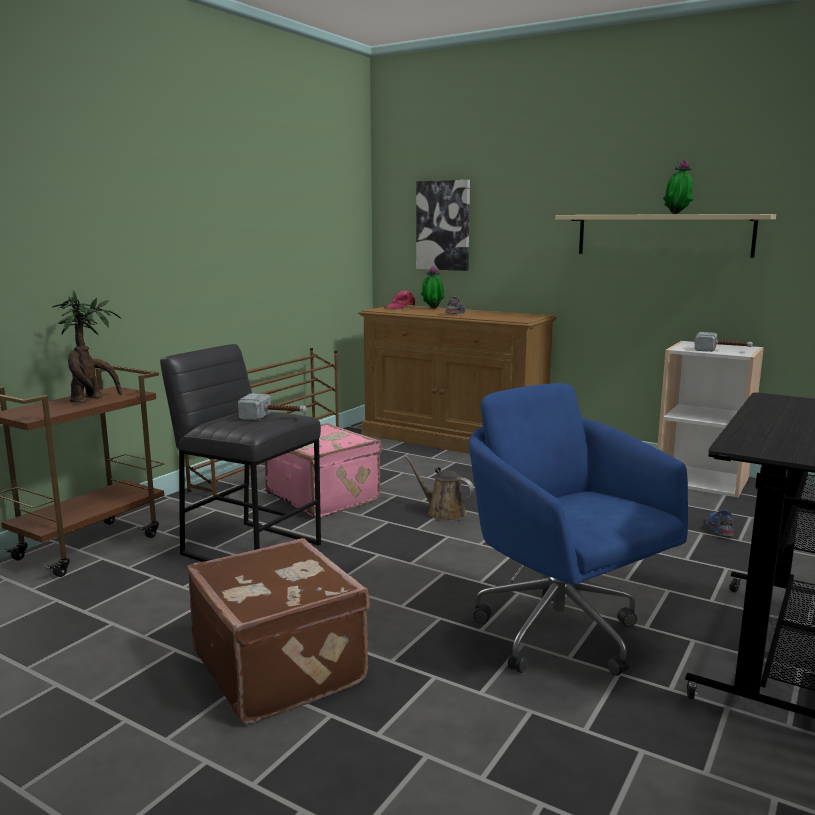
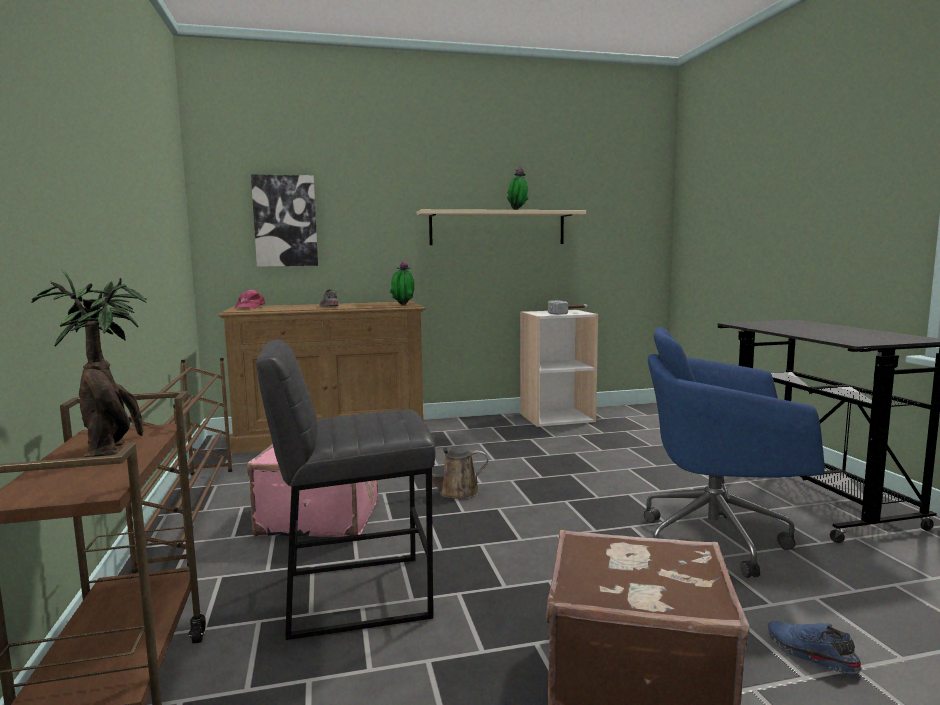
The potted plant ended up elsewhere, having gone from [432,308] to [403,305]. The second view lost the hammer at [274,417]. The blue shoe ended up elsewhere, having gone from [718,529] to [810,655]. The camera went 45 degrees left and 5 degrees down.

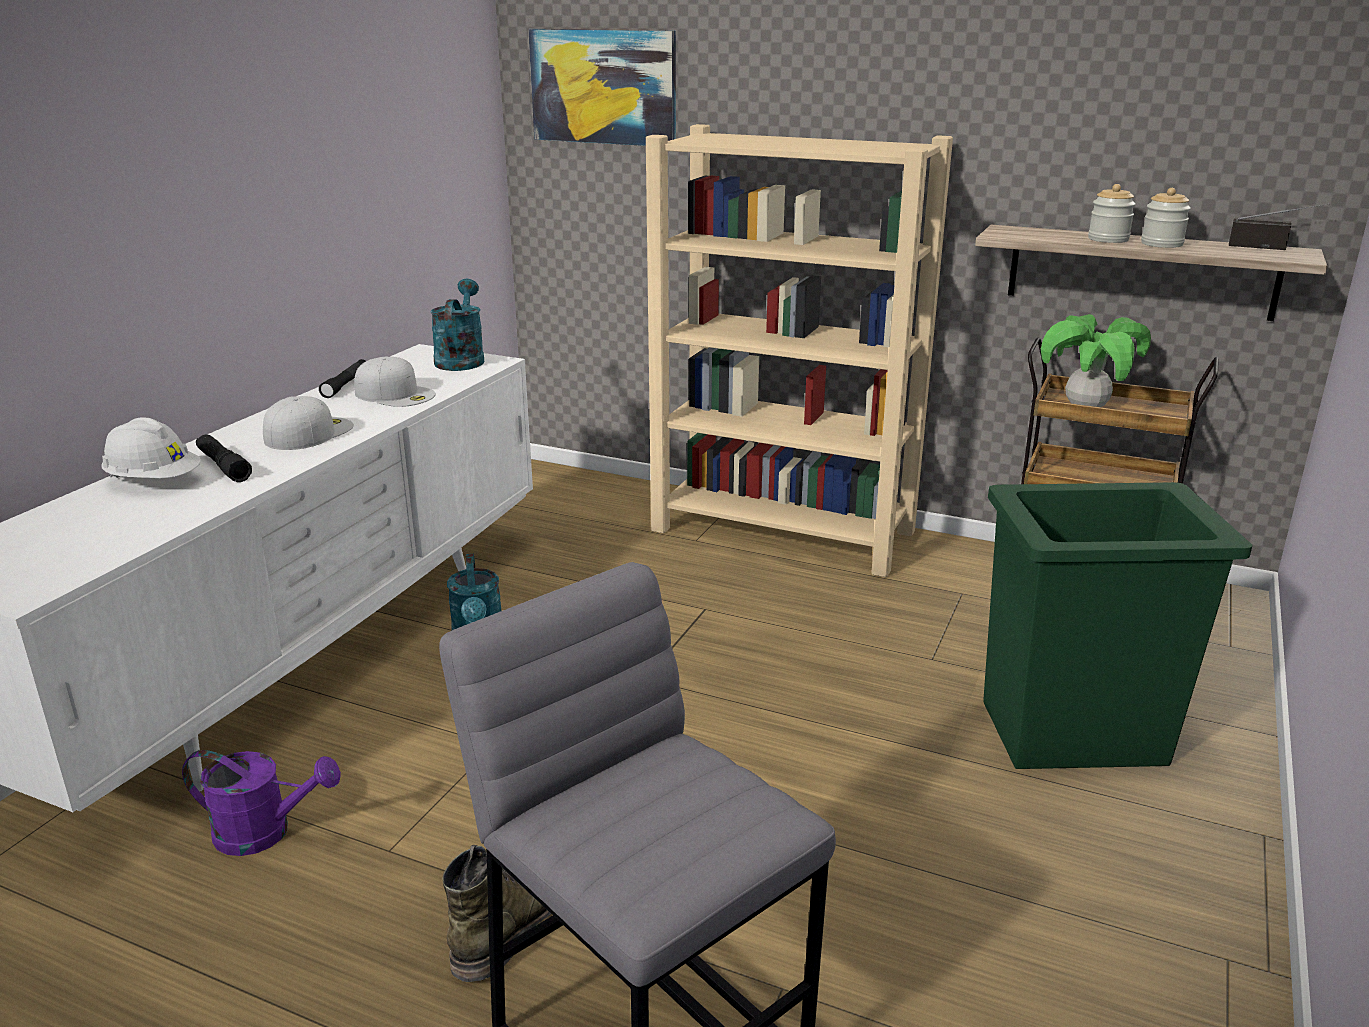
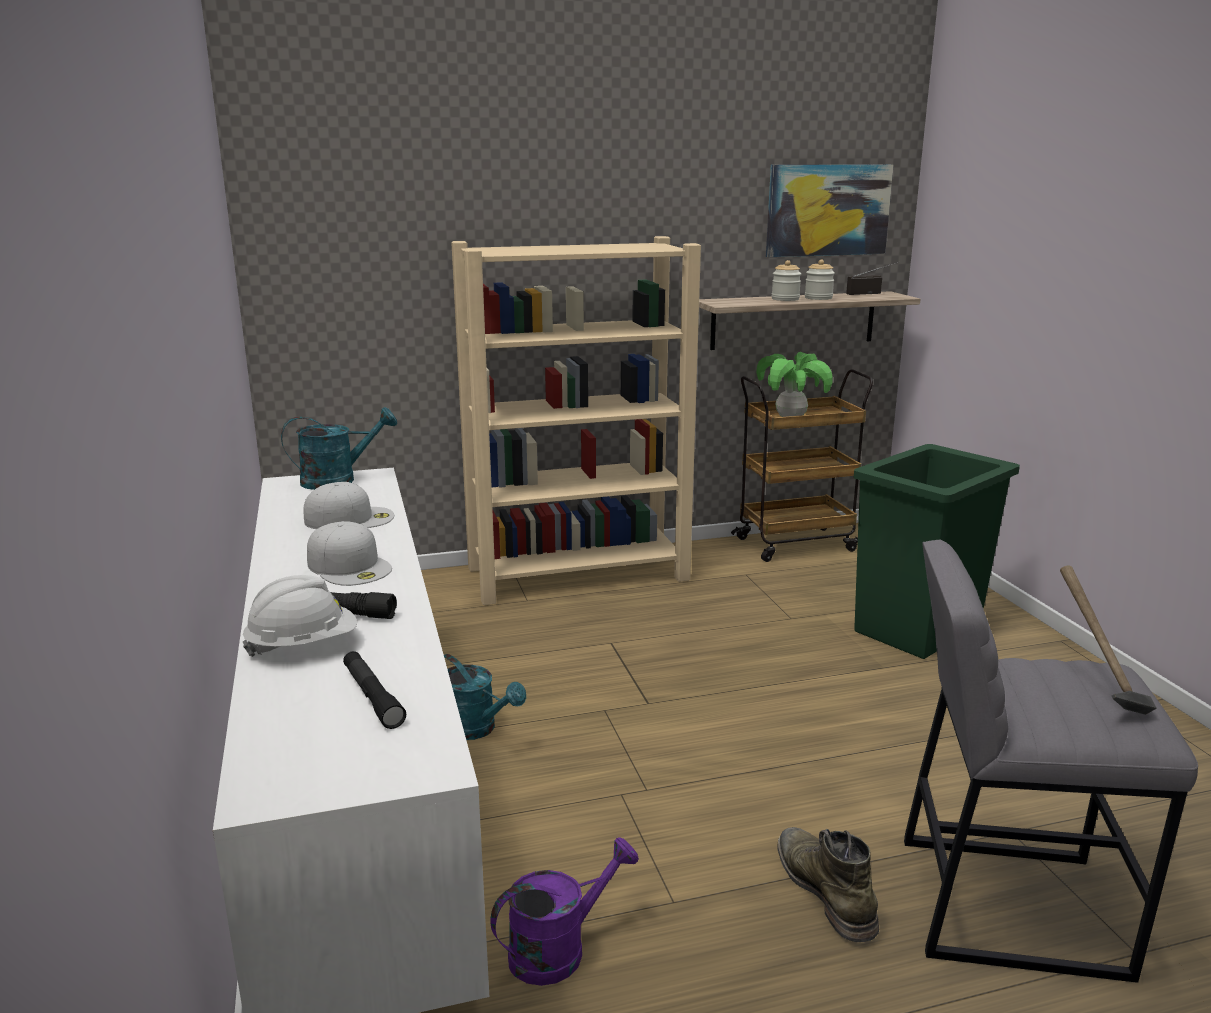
The picture ended up elsewhere, having gone from [603,87] to [827,210]. The turquoise watering can at [461,359] ended up facing another way, 105 degrees clockwise from before. The black flashlight ended up elsewhere, having gone from [346,384] to [372,697]. The white cap at [308,433] ended up facing another way, 150 degrees clockwise from before. The second view gained the hammer at [1093,686]. The camera went 40 degrees left and 5 degrees down.

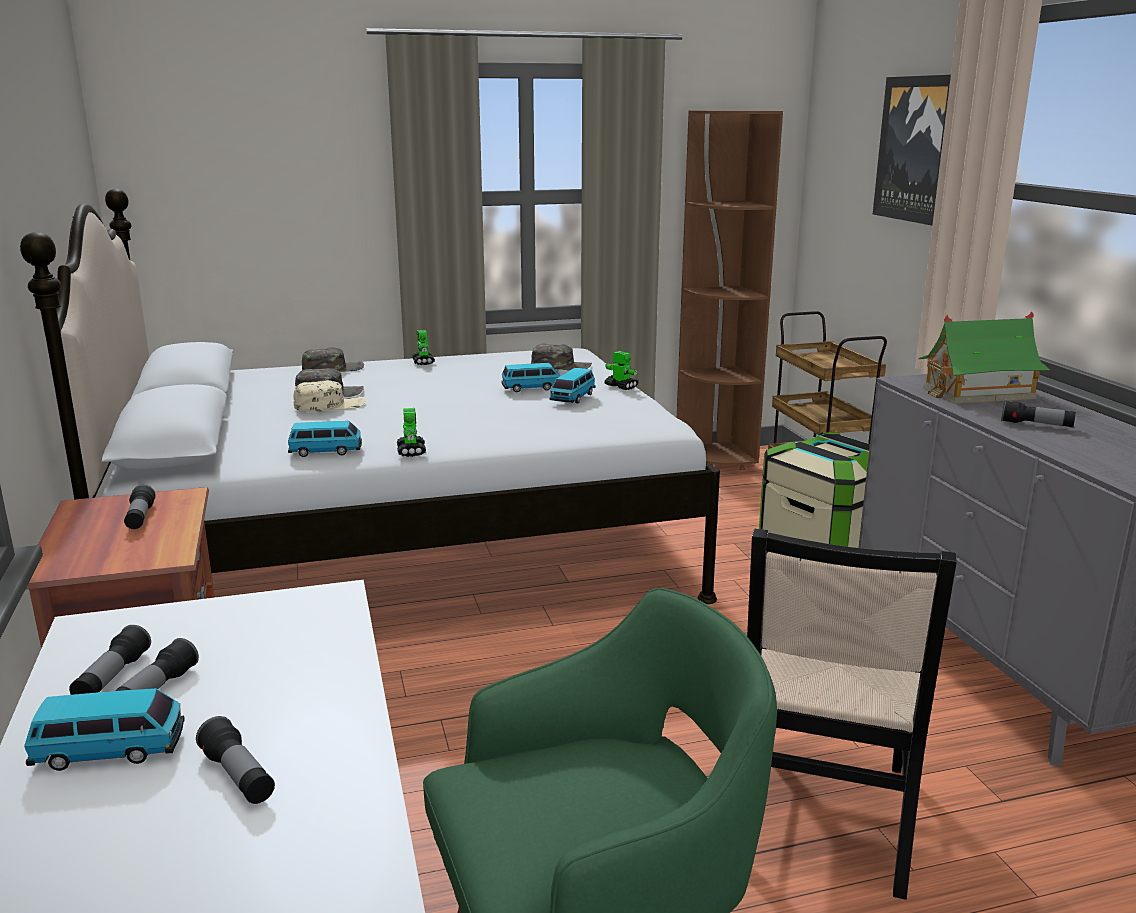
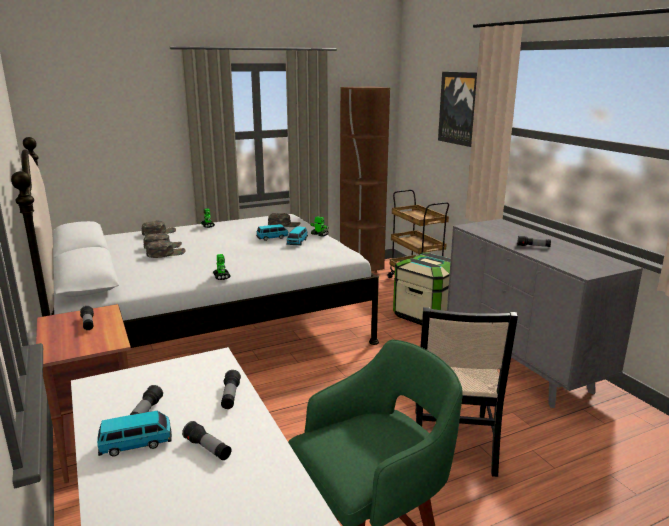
The second view lost the toy house at [977,393]. What was the beige cap at [329,405] turned into the green cap at [166,253]. The second view lost the toy car at [326,451]. The flashlight ended up elsewhere, having gone from [112,678] to [230,396]. The camera went 10 degrees left and 0 degrees up.

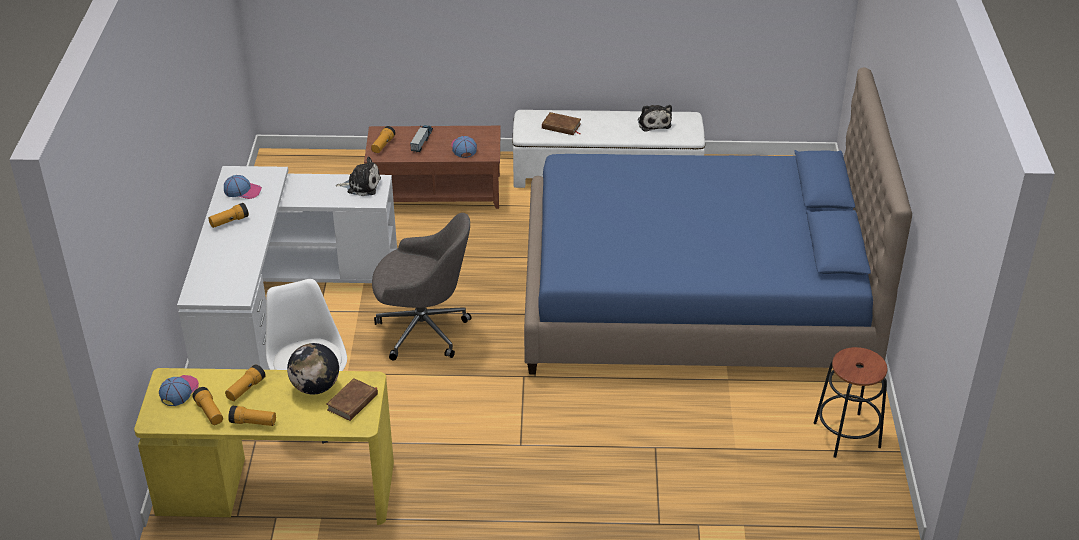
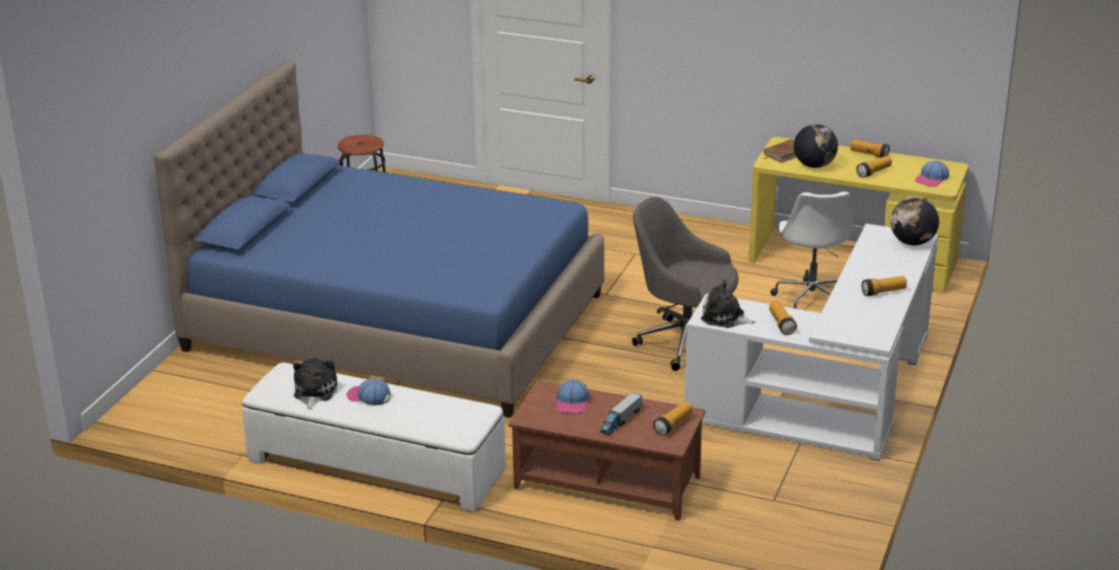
The second view lost the brown book at [561,126]. The cap ended up elsewhere, having gone from [243,191] to [368,396]. The flashlight ended up elsewhere, having gone from [209,412] to [781,324]. The second view gained the globe at [912,242]. The camera went 160 degrees left and 10 degrees down.

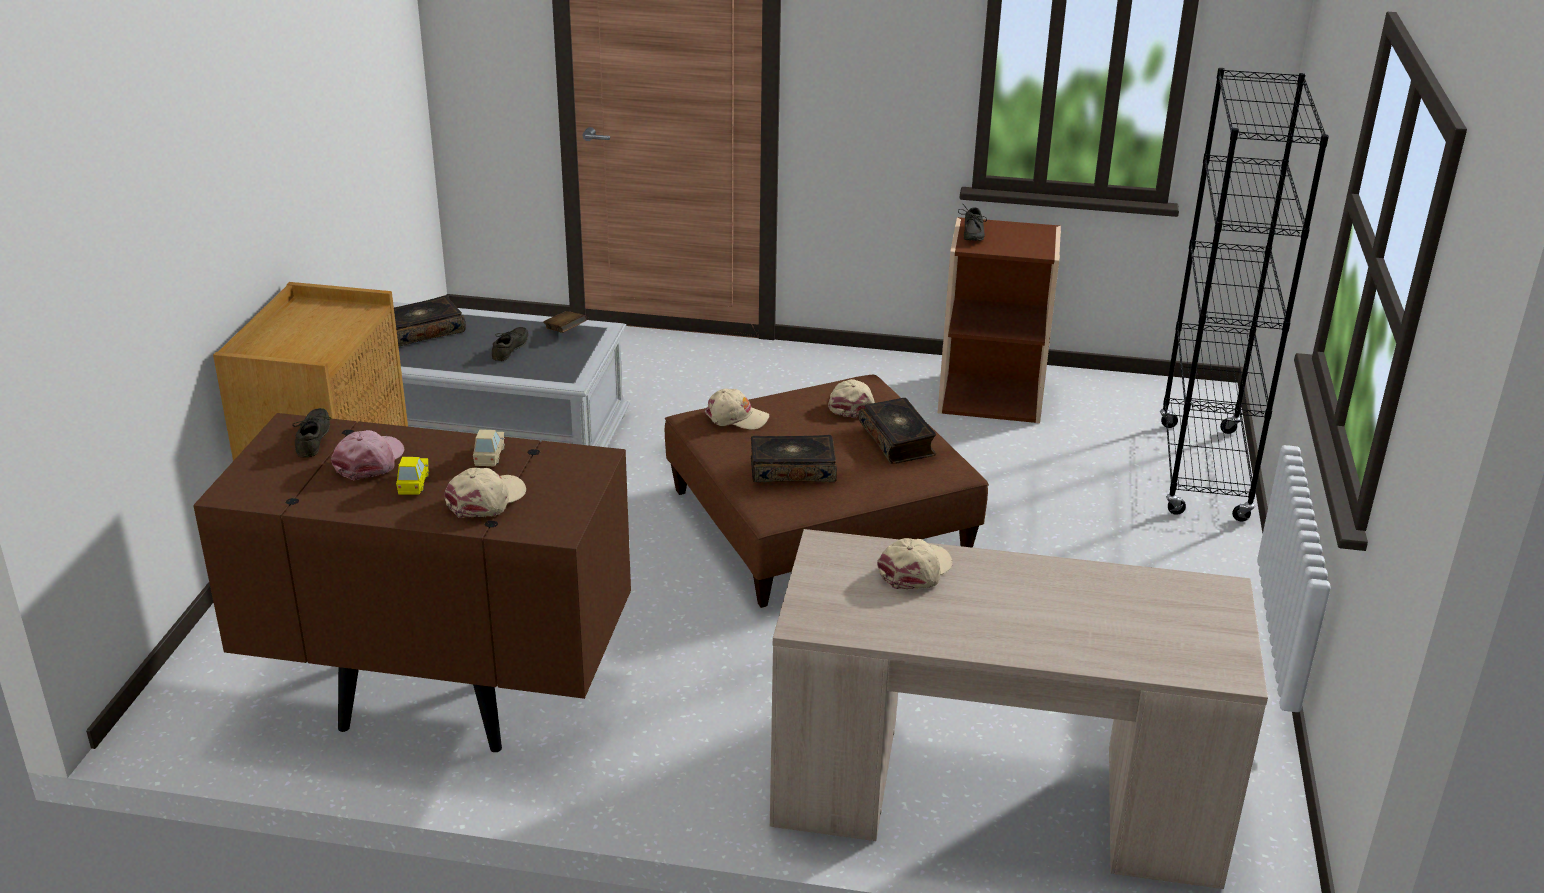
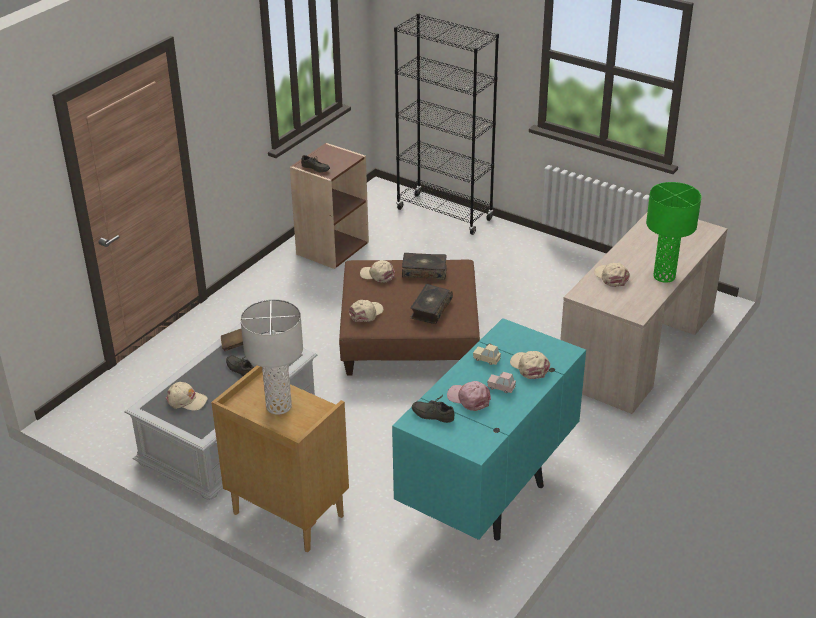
Where the book stood at [422,331], the beige cap came to stand at [186,400]. What was the brown dresser at [440,698] turned into the turquoise dresser at [488,499]. What was the yellow toy car at [414,484] turned into the pink toy car at [501,387]. The second view gained the green table lamp at [663,276]. The second view gained the white table lamp at [279,406]. The camera went 65 degrees left and 5 degrees up.

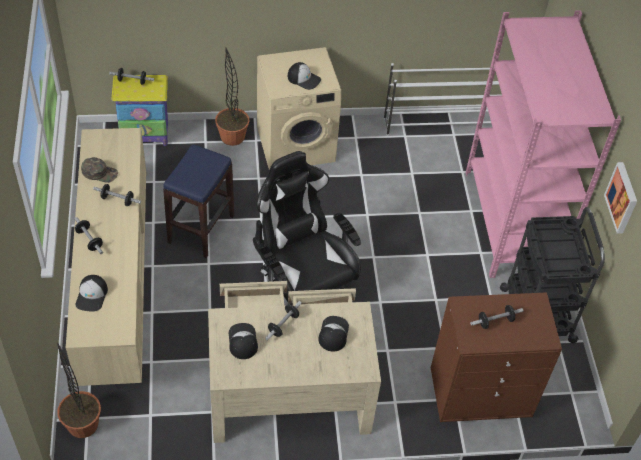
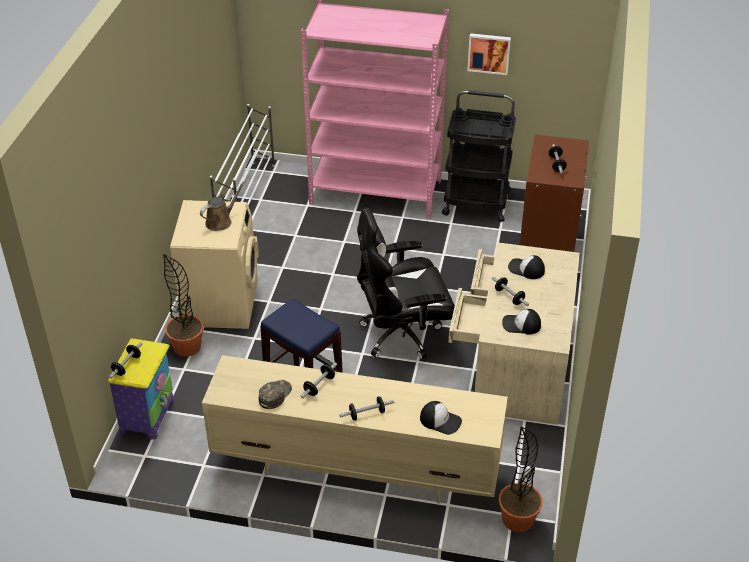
Where the cap stood at [304,79], the brown watering can came to stand at [221,221]. The camera went 70 degrees left and 10 degrees down.

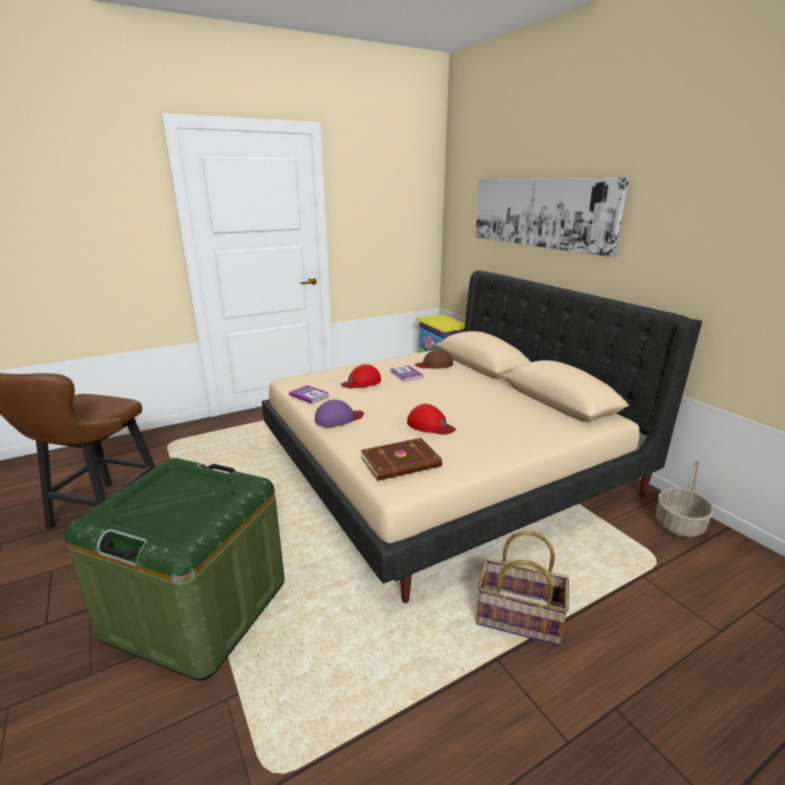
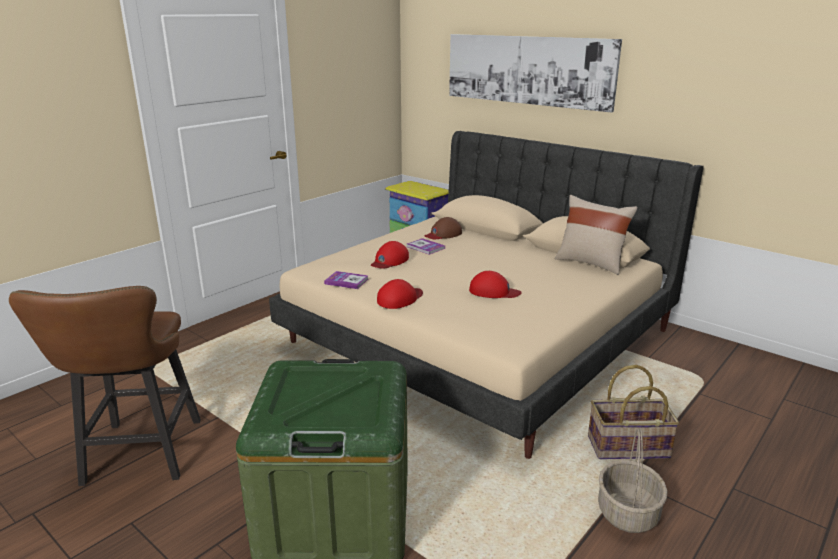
What was the purple cap at [338,418] turned into the red cap at [400,299]. The second view lost the brown book at [401,463]. The basket ended up elsewhere, having gone from [679,525] to [628,513]. The second view gained the beige pillow at [591,263]. The camera went 20 degrees left and 0 degrees up.

